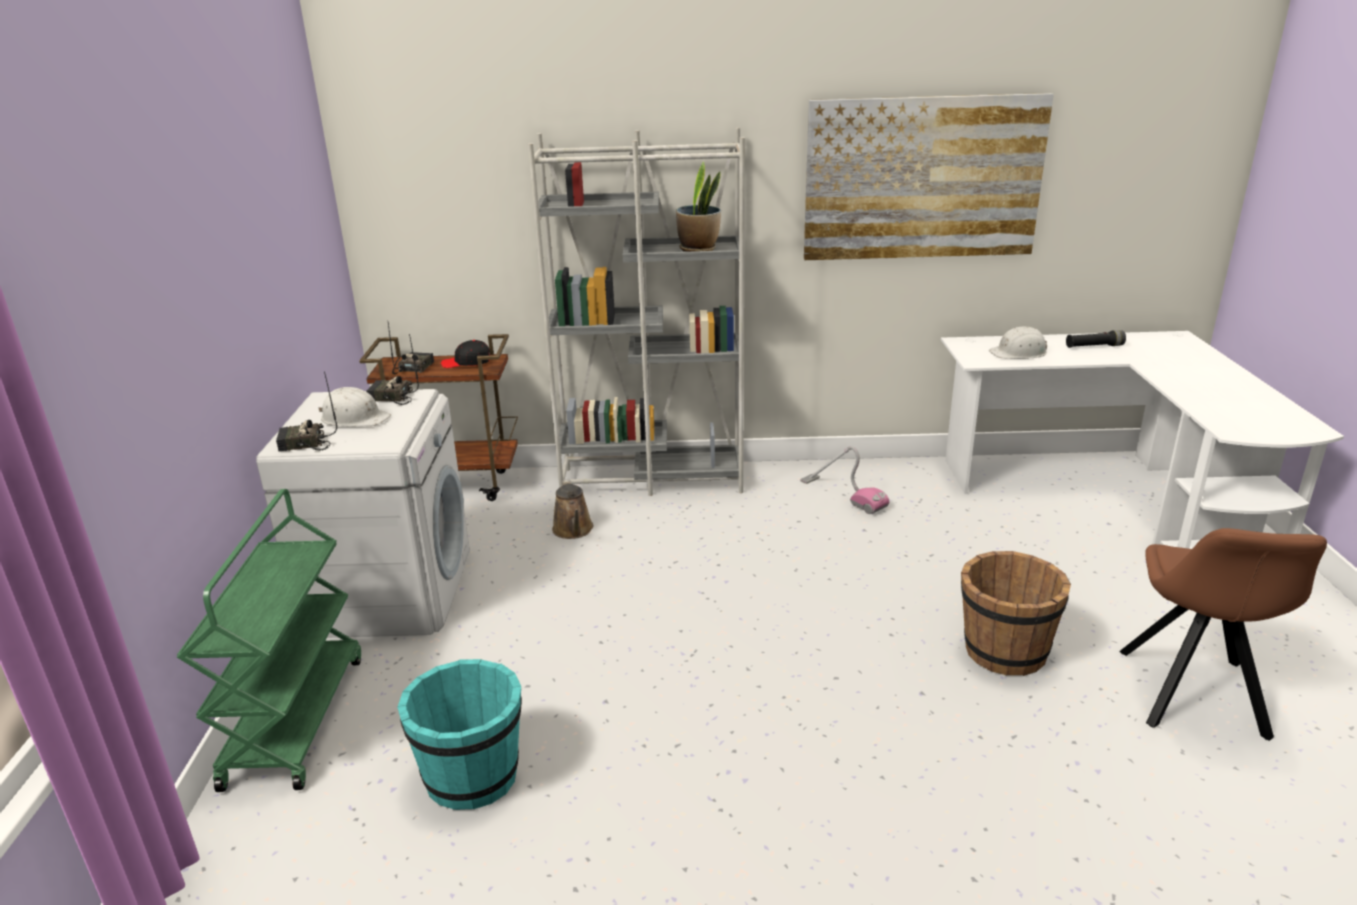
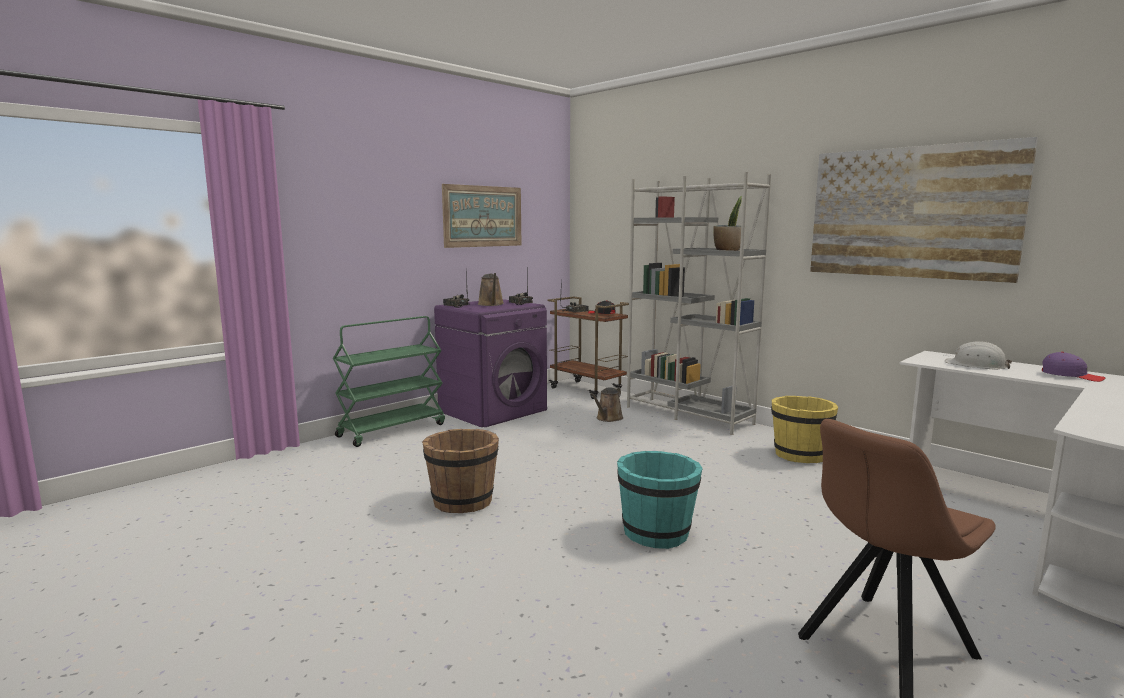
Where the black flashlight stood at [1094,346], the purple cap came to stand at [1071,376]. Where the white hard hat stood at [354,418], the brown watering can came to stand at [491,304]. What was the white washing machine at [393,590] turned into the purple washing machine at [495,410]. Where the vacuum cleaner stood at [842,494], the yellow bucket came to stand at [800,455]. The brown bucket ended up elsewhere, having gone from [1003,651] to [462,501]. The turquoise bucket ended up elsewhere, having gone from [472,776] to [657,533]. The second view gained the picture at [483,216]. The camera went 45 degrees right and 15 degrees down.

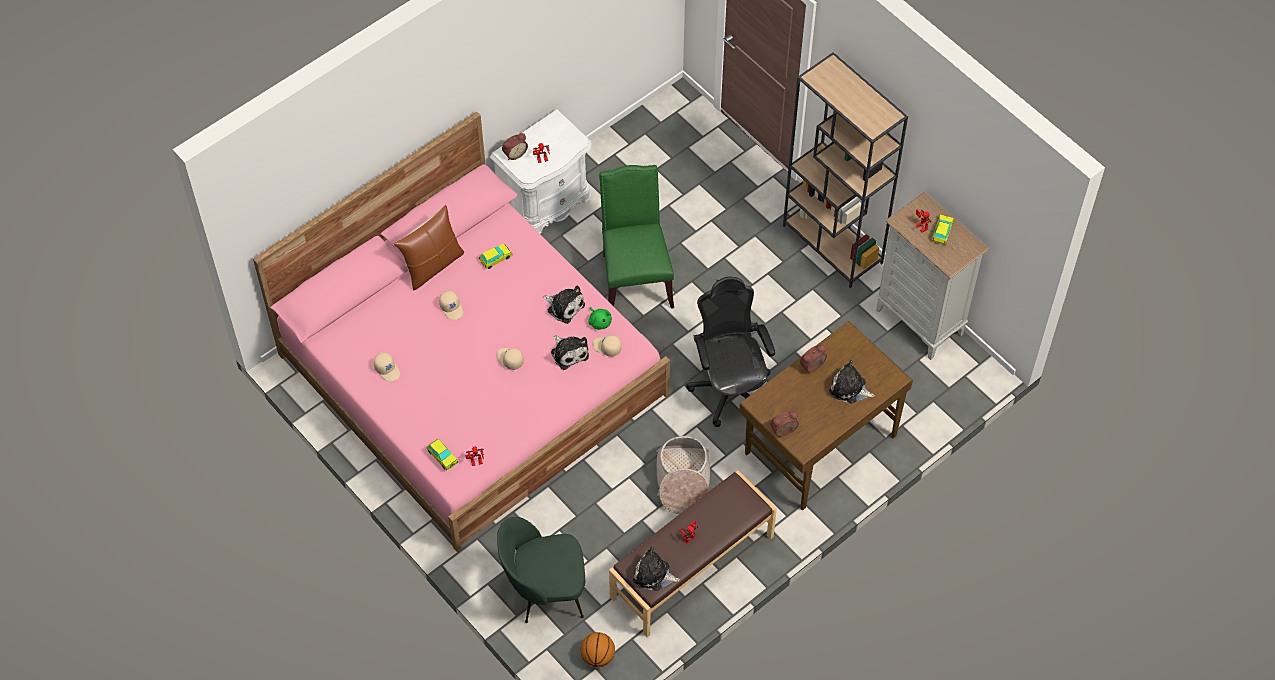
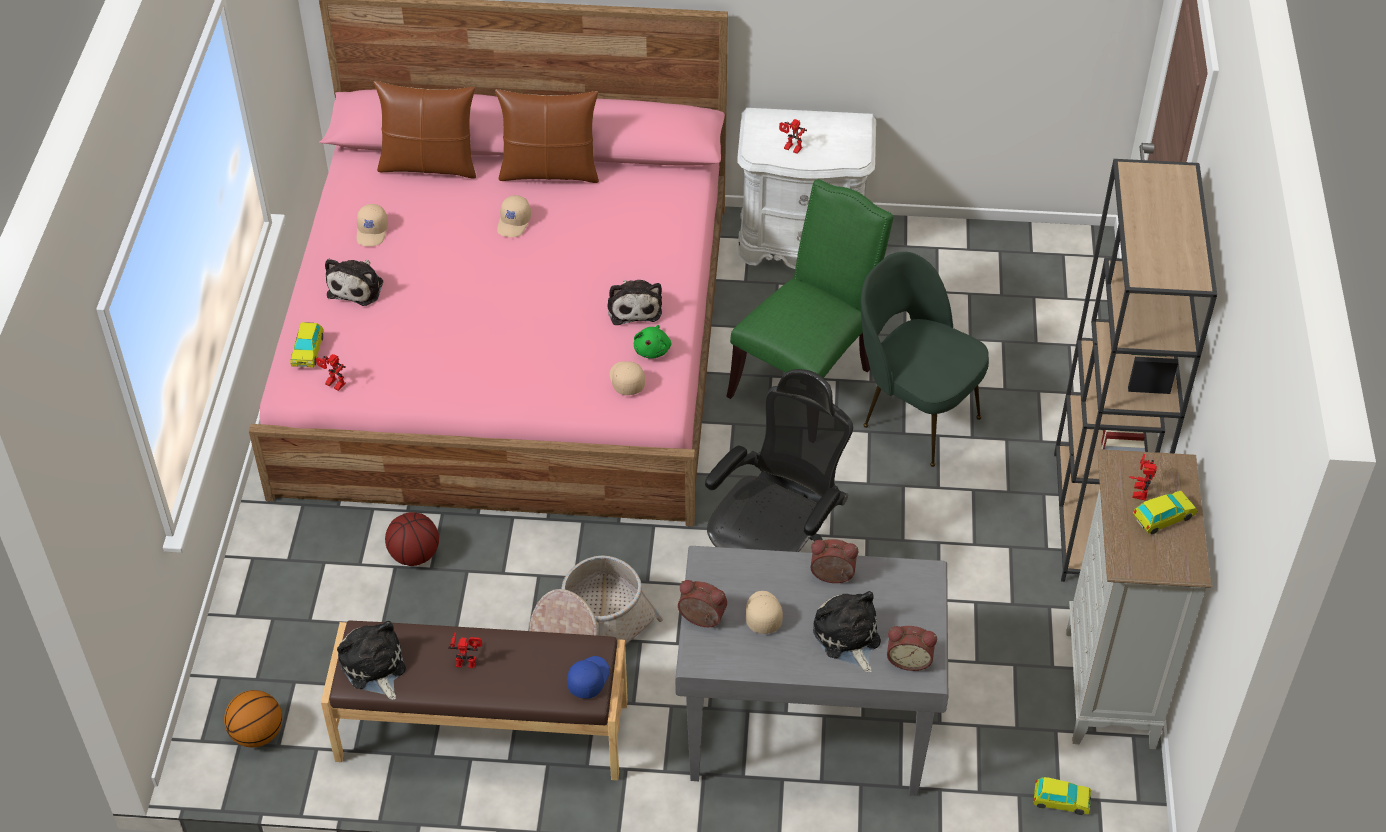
The alarm clock ended up elsewhere, having gone from [514,153] to [909,659]. The toy car ended up elsewhere, having gone from [495,258] to [1061,800]. What was the brown desk at [819,444] turned into the grey desk at [805,723]. The plush toy ended up elsewhere, having gone from [569,353] to [357,287]. The beige cap ended up elsewhere, having gone from [509,359] to [762,614]. The green chair ended up elsewhere, having gone from [545,594] to [914,417]. The second view gained the brown pillow at [429,165]. The second view gained the basketball at [414,555]. The second view gained the blue cap at [588,679]. The camera went 45 degrees right and 10 degrees down.

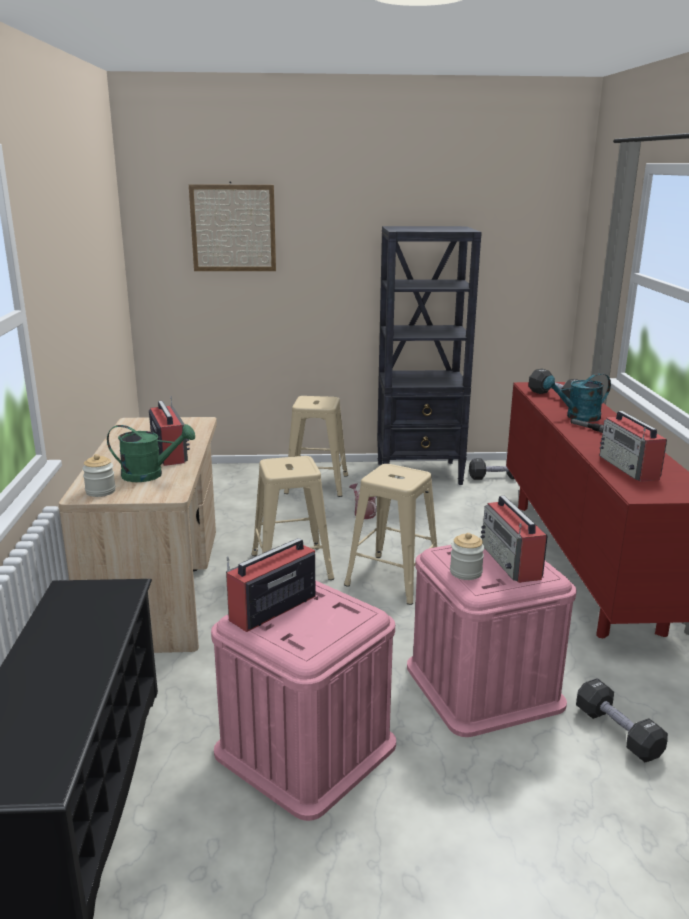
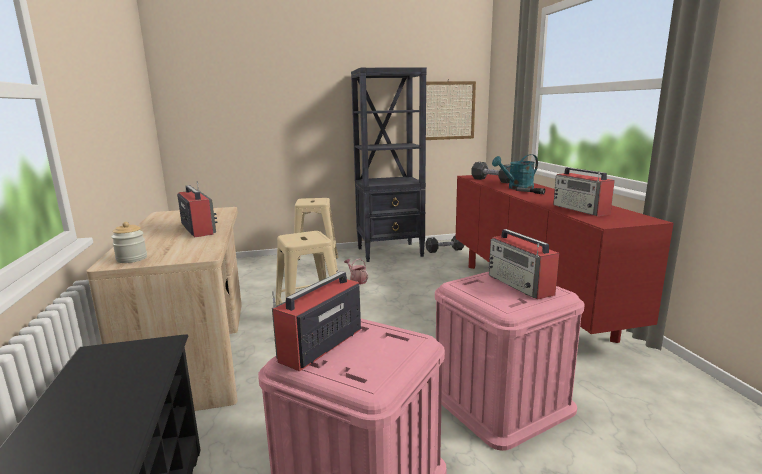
The picture ended up elsewhere, having gone from [233,226] to [448,109]. The second view lost the green watering can at [150,475]. The second view lost the beige stool at [393,578]. The second view lost the jar at [465,572]. The second view lost the black dumbbell at [617,732]. The camera went 10 degrees left and 5 degrees down.

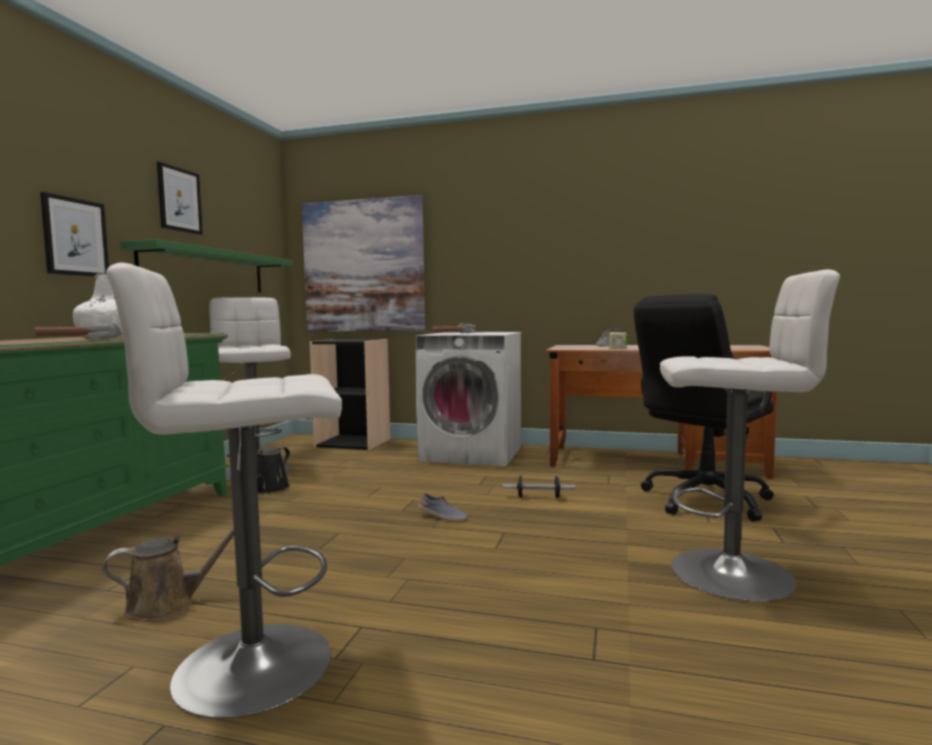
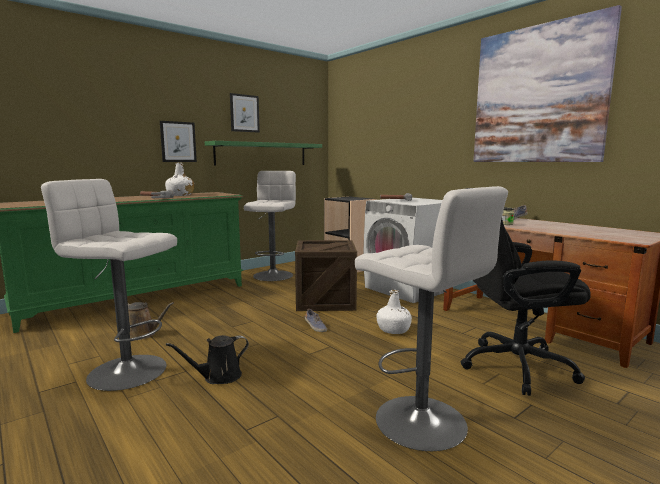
The picture ended up elsewhere, having gone from [363,266] to [538,95]. The black watering can ended up elsewhere, having gone from [267,489] to [218,377]. Where the dumbbell stood at [538,497], the white bottle came to stand at [393,330]. The second view gained the crate at [325,301]. The camera went 35 degrees right and 5 degrees up.

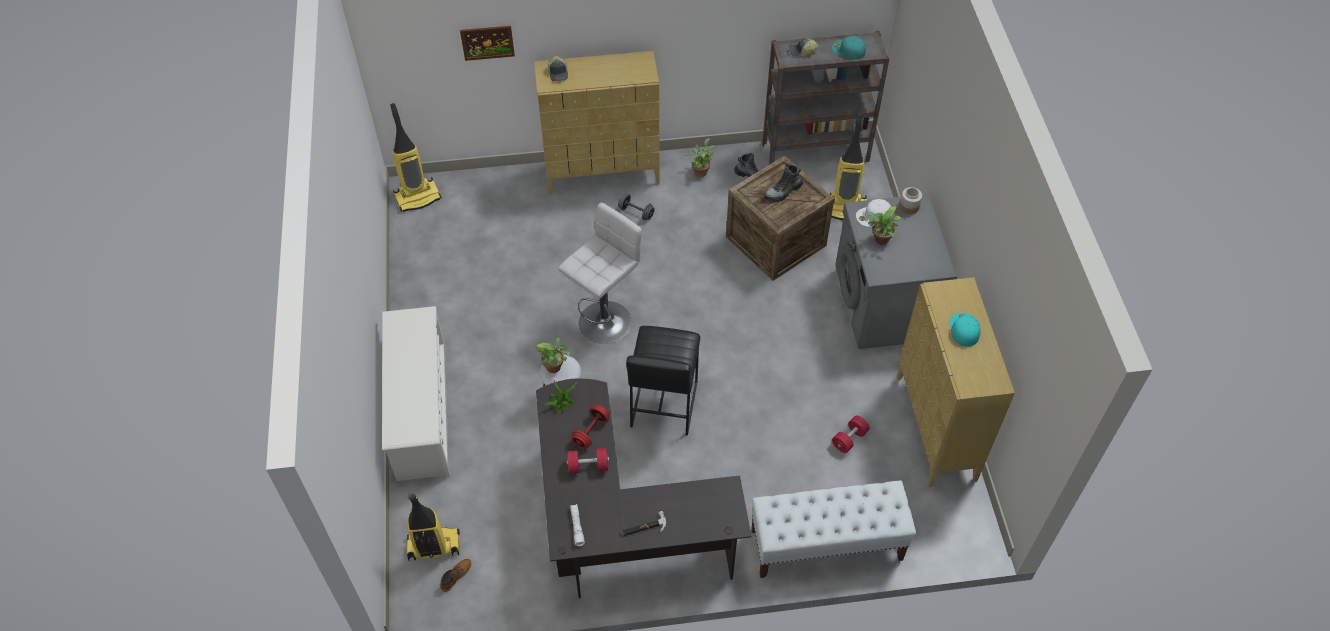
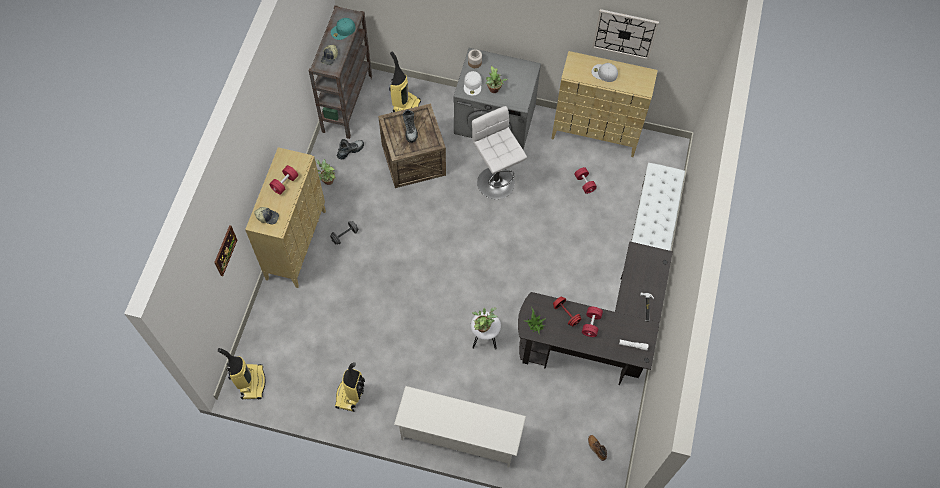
The white stool ended up elsewhere, having gone from [606,322] to [496,182]. What was the turquoise cap at [964,329] turned into the white cap at [604,73]. The second view lost the black stool at [663,405]. The vacuum cleaner ended up elsewhere, having gone from [433,547] to [350,394]. The second view gained the wall clock at [624,34]. The second view gained the red dumbbell at [285,183]. The camera went 70 degrees left and 10 degrees up.

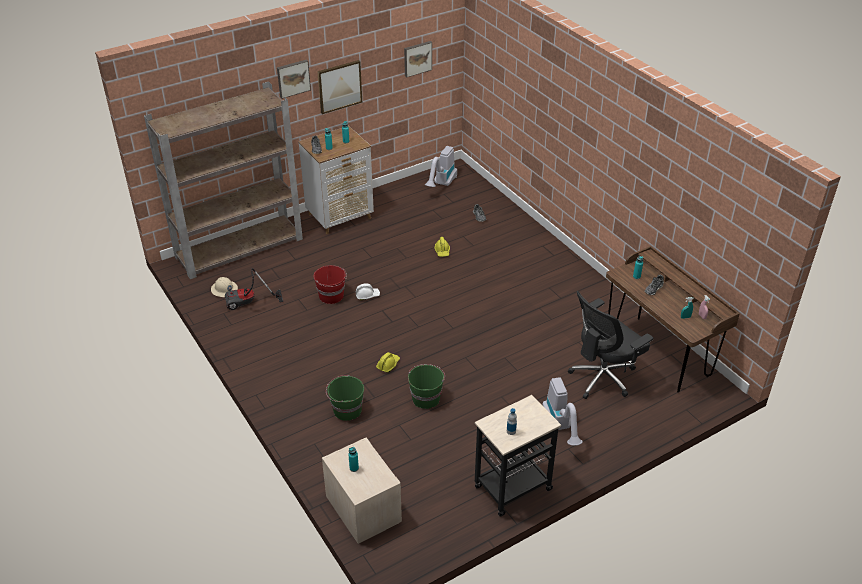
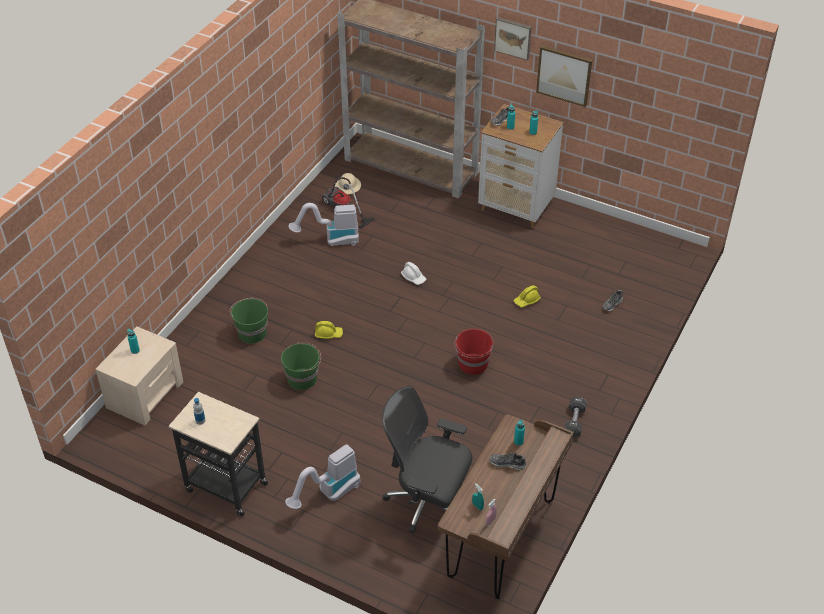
The second view lost the picture at [417,58]. The vacuum cleaner ended up elsewhere, having gone from [441,184] to [330,240]. The red bucket ended up elsewhere, having gone from [331,296] to [473,364]. The second view gained the black dumbbell at [574,422]. The camera went 60 degrees right and 5 degrees up.

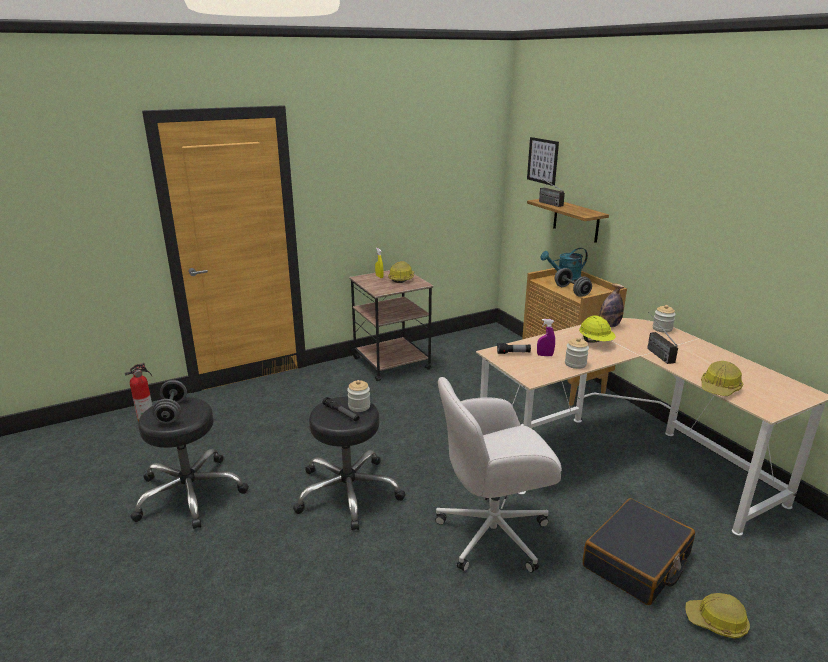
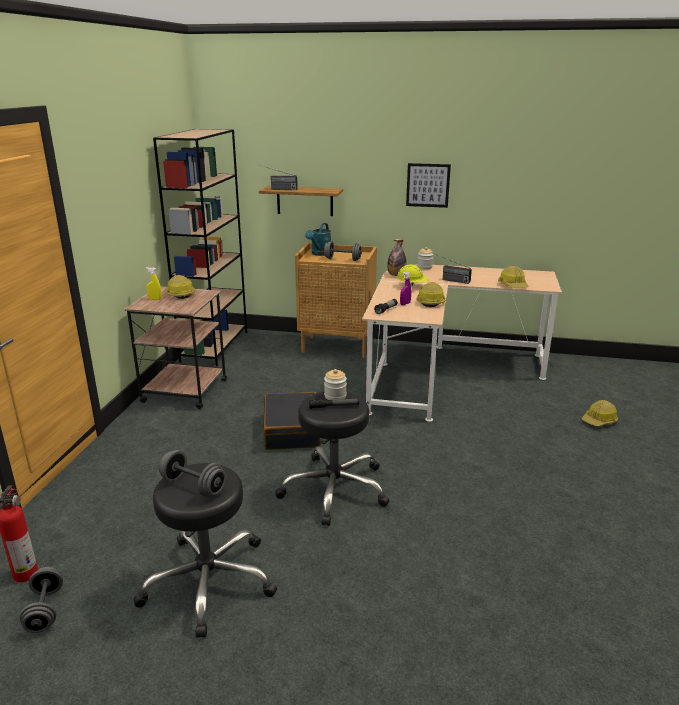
The picture ended up elsewhere, having gone from [542,161] to [428,185]. Where the jar stood at [575,364], the hard hat came to stand at [431,302]. The second view lost the white office chair at [492,534]. The black suitcase ended up elsewhere, having gone from [637,561] to [292,431]. The second view gained the beige bookcase at [214,346]. The second view gained the grey dumbbell at [45,610]. The camera went 50 degrees left and 0 degrees up.

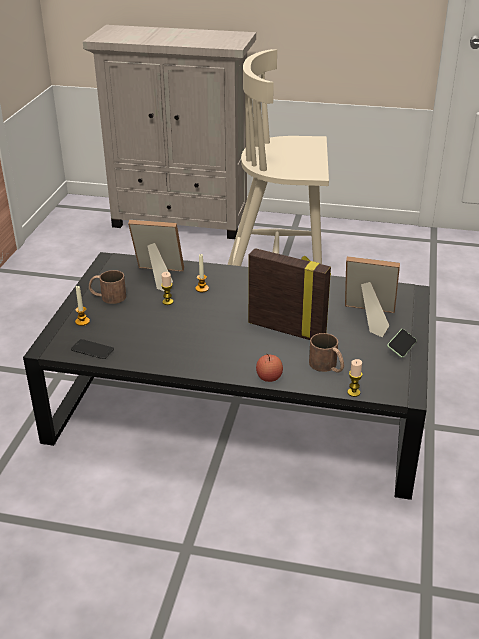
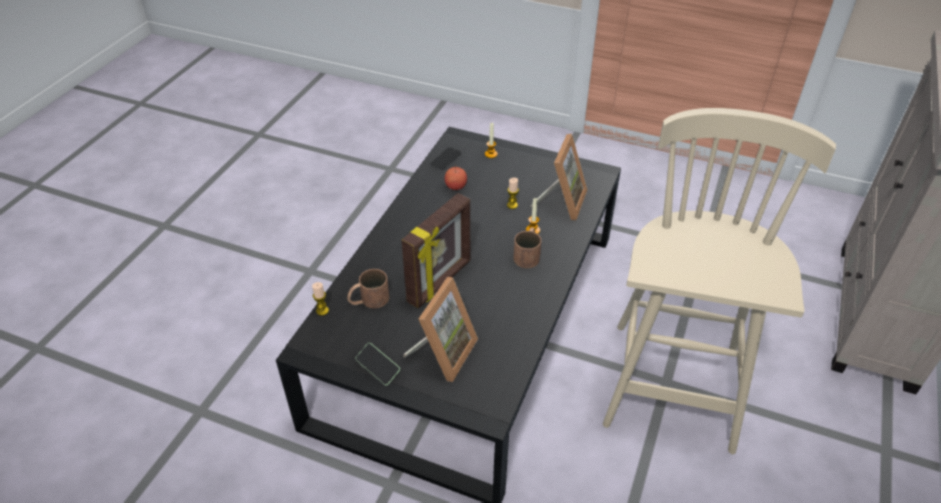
The brown mug ended up elsewhere, having gone from [107,296] to [528,254]. The apple ended up elsewhere, having gone from [269,377] to [455,186]. The camera went 100 degrees right and 10 degrees up.

